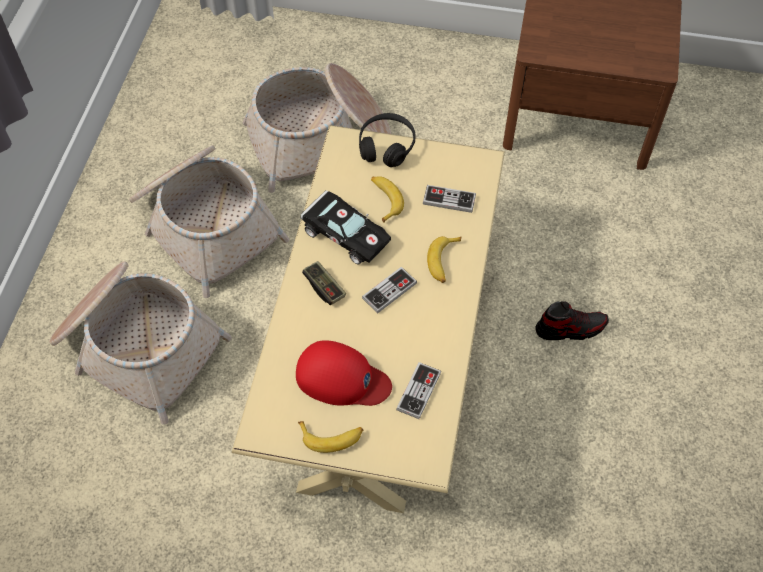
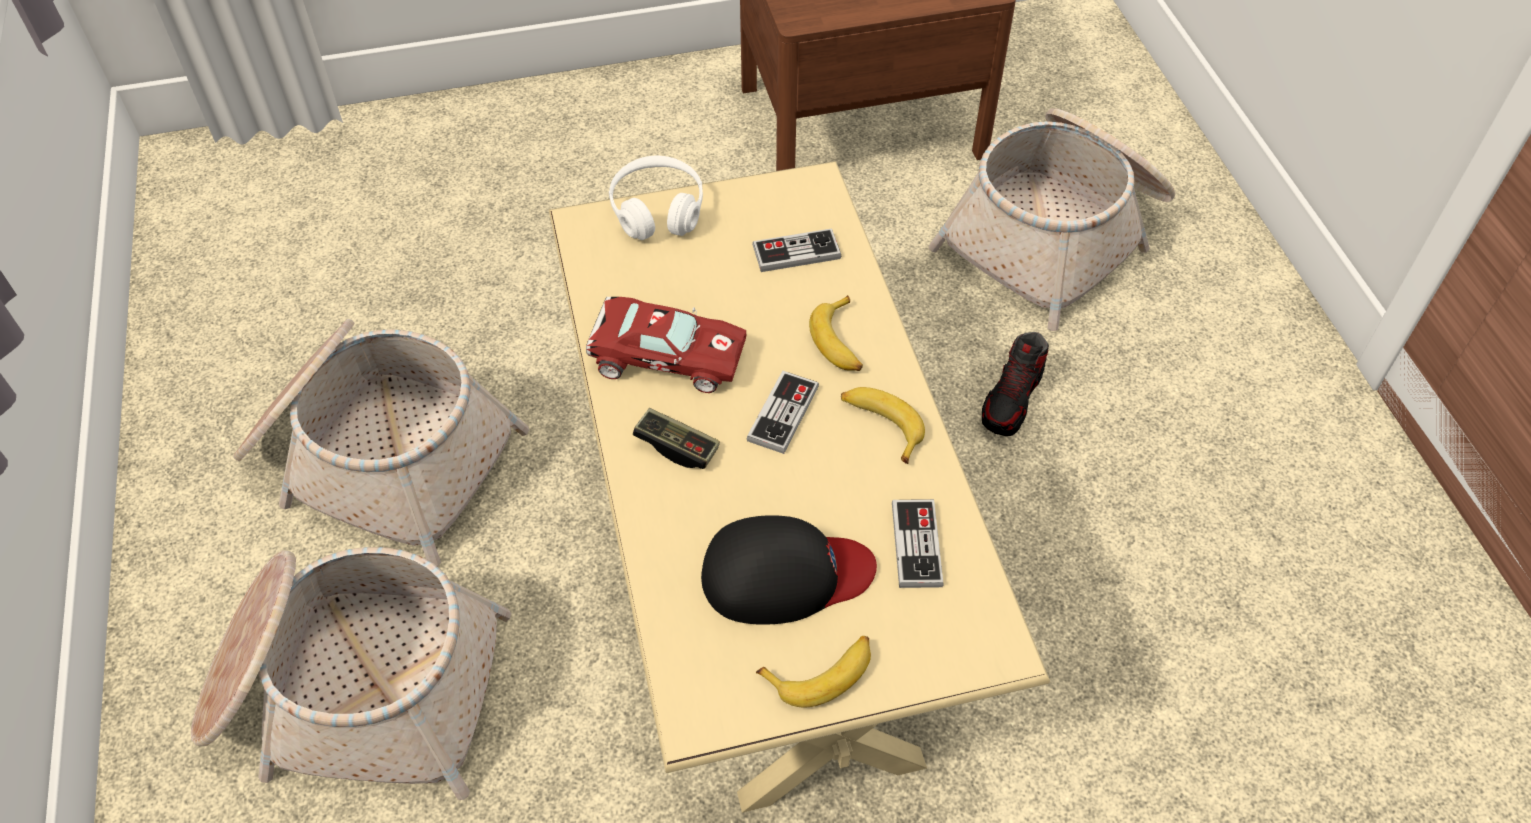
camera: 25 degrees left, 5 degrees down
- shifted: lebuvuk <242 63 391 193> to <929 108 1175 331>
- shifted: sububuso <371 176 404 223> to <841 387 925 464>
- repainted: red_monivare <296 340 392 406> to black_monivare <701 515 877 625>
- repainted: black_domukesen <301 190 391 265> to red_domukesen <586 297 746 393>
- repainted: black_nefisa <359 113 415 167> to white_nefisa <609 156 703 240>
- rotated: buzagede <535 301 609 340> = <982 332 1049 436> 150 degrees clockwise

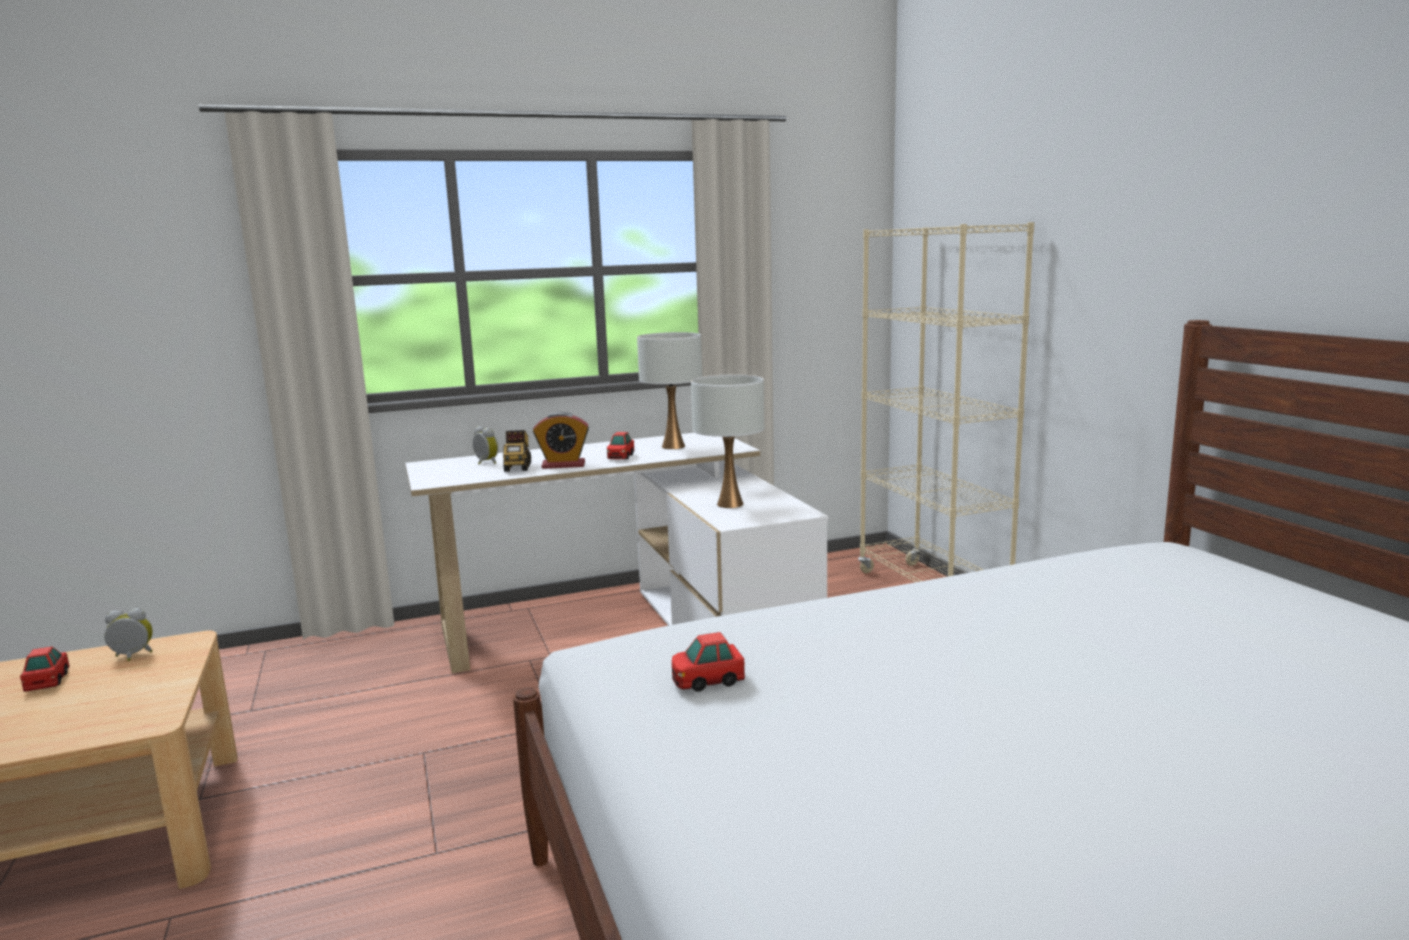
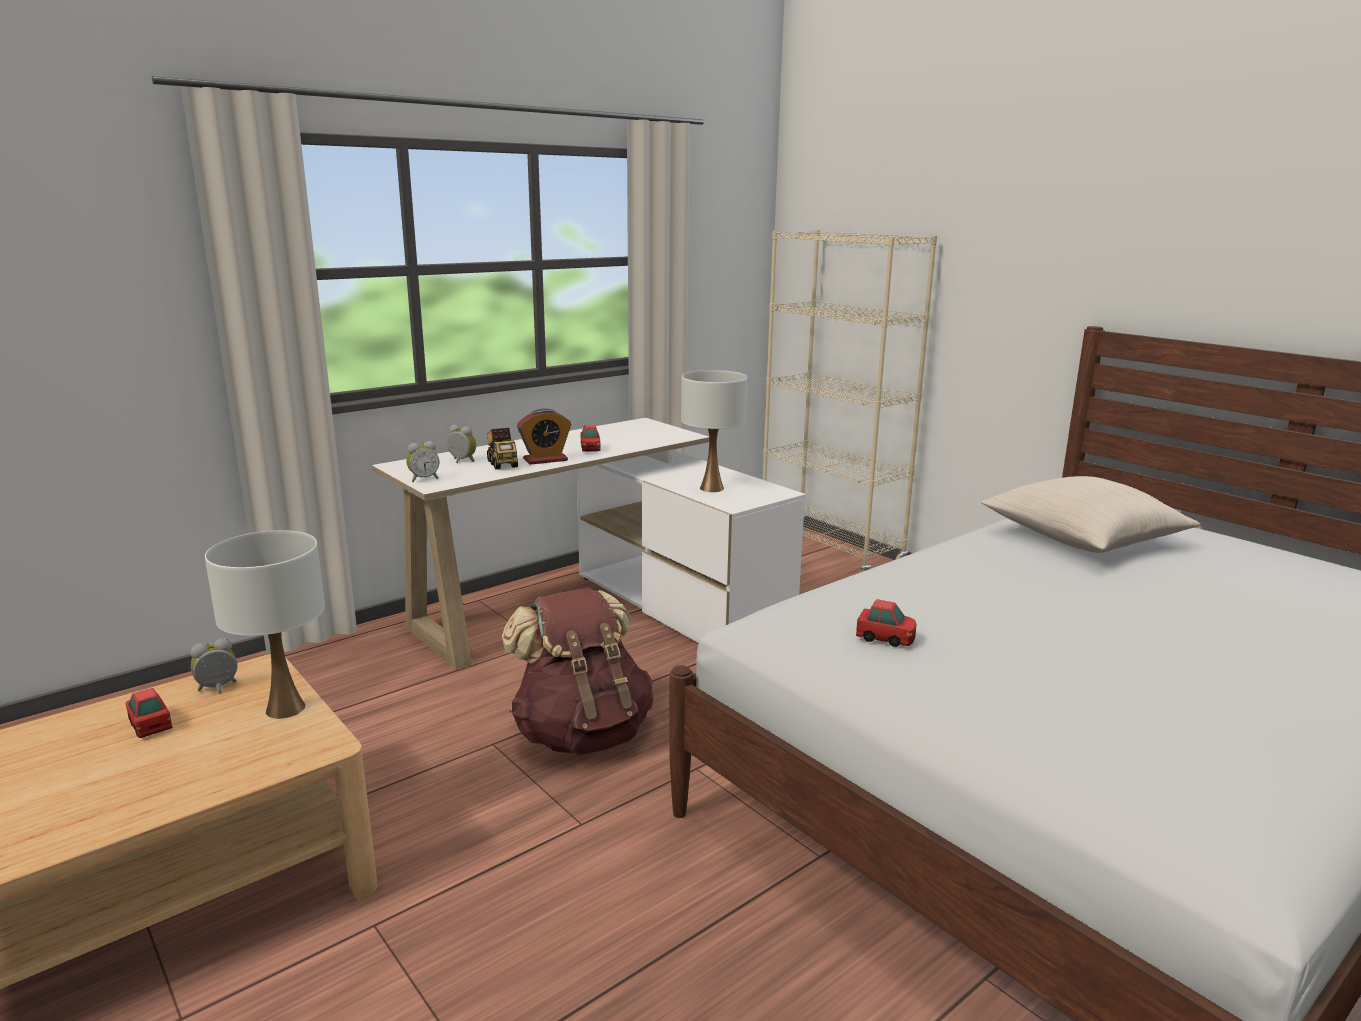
camera: 20 degrees left, 5 degrees up
- new: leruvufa <406 441 439 482>
- new: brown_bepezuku <501 587 654 755>
- new: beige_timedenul <981 476 1200 553>
- shifted: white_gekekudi <637 332 702 449> to <205 530 325 719>
- rotated: domukesen <672 632 745 692> = <856 599 917 647> 120 degrees counterclockwise

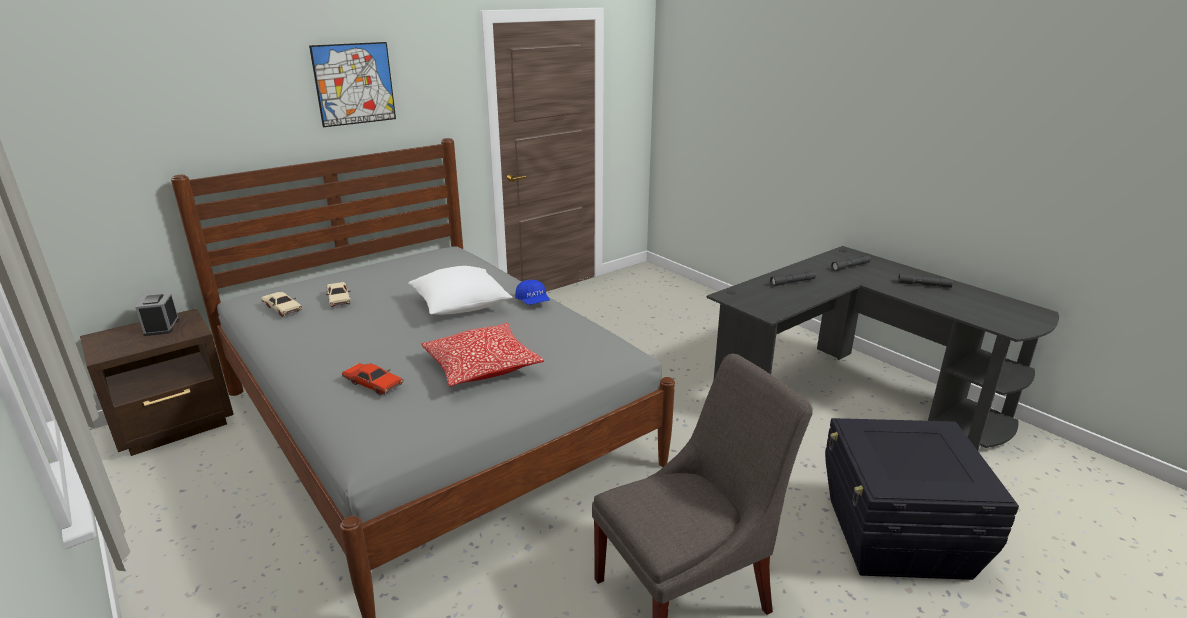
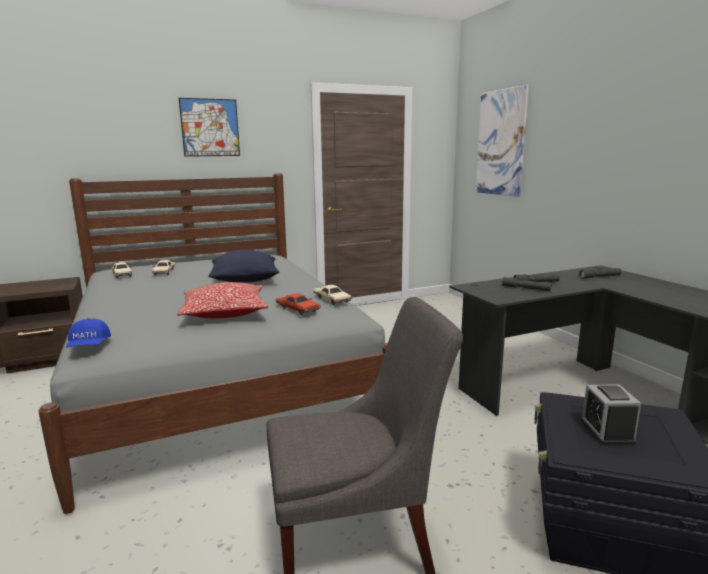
camera: 15 degrees right, 10 degrees down
- new: beige_domukesen <313 285 352 305>
- new: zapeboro <476 85 529 197>
- shifted: leruvufa <135 293 179 336> to <581 384 641 446>
- shifted: red_domukesen <342 363 404 395> to <276 293 321 315>
- shifted: blue_monivare <515 280 550 305> to <66 318 111 348>
- shifted: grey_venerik <898 273 953 288> to <502 277 552 291>
- repainted: white_timedenul <408 266 512 315> to blue_timedenul <208 250 280 283>

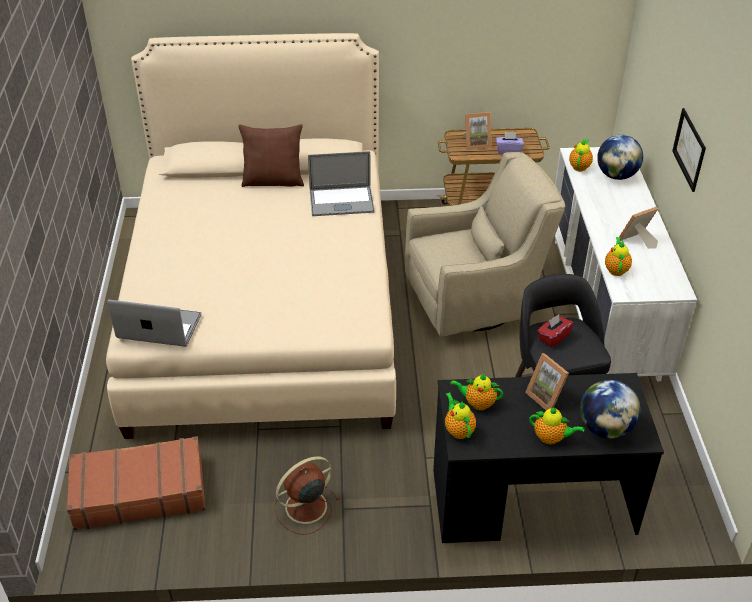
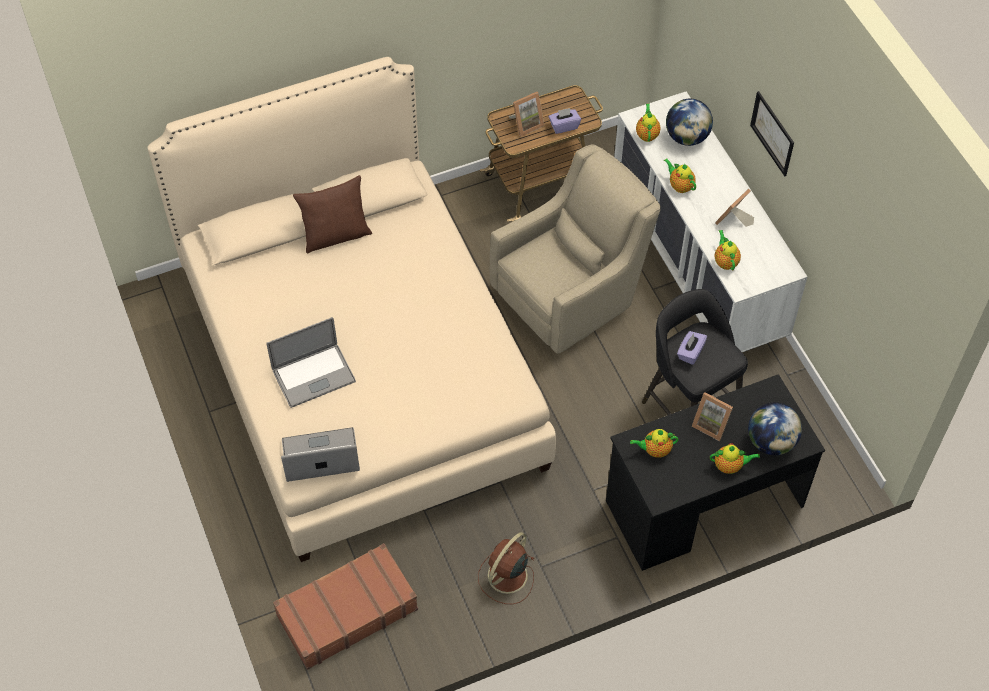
camera: 20 degrees left, 15 degrees up
- shifted: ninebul <308 151 374 216> to <266 317 356 408>
- shifted: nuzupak <445 392 476 439> to <664 158 696 193>
- repainted: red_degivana <537 314 574 347> to purple_degivana <677 331 707 365>

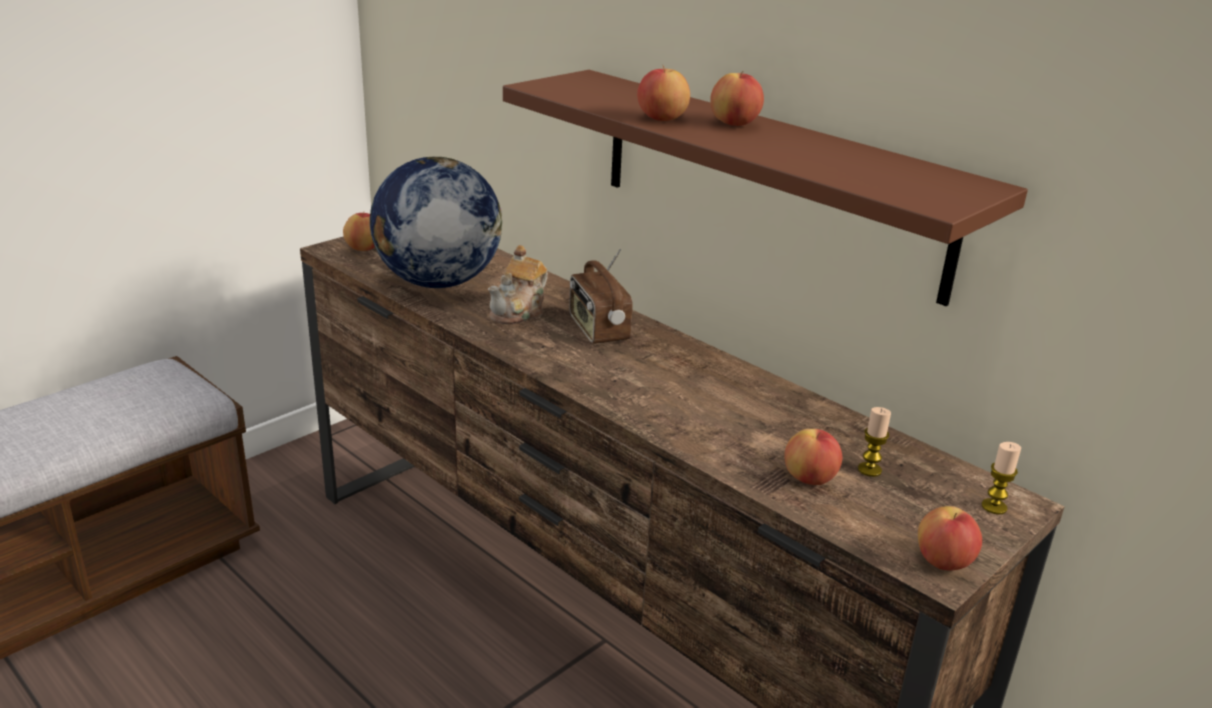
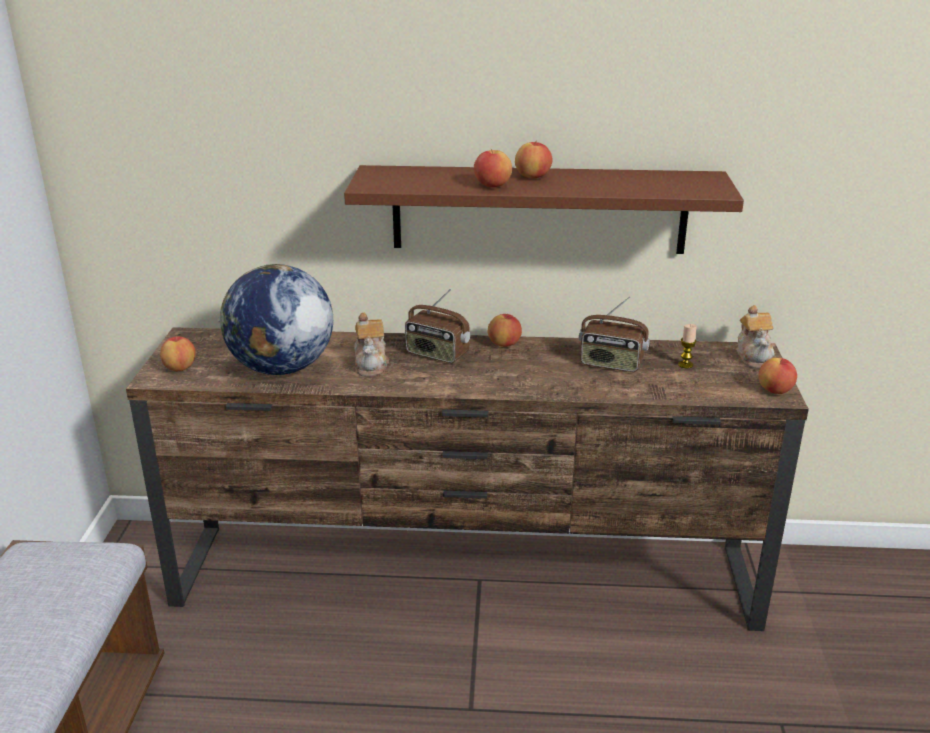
camera: 40 degrees left, 0 degrees up
- new: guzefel <579 296 650 372>
- shifted: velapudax <784 429 842 485> to <488 314 522 347>
- swapped: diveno <982 442 1021 514> to nuzupak <736 305 775 368>

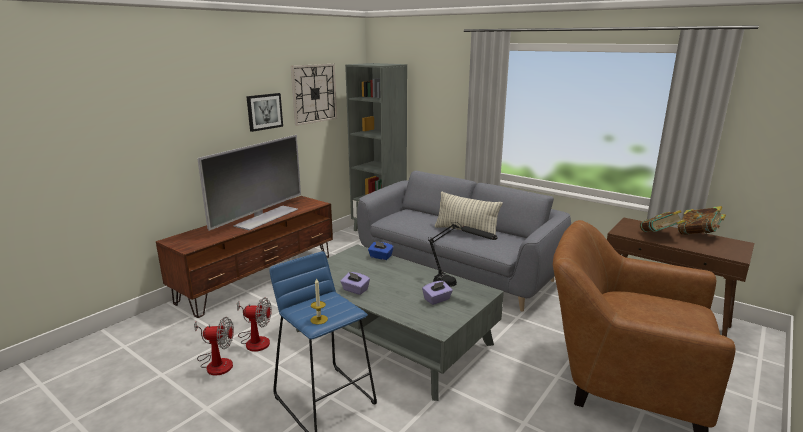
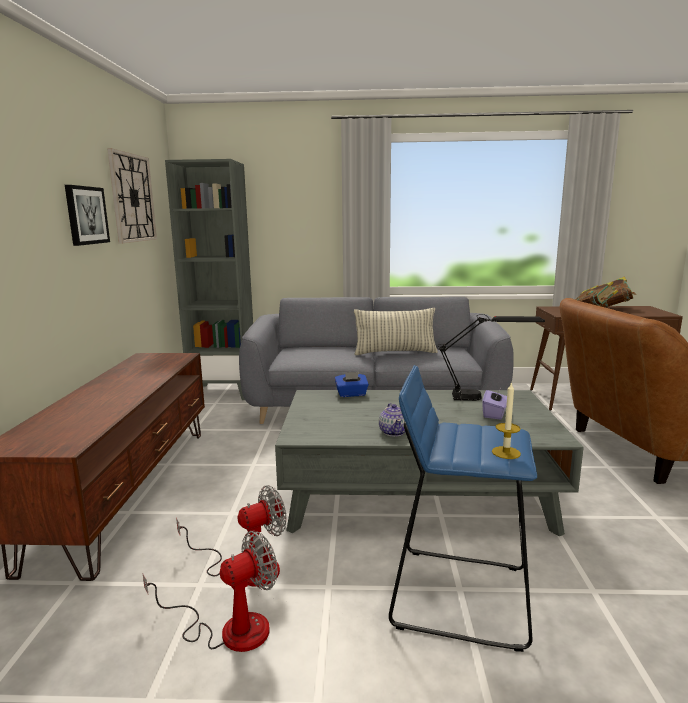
camera: 35 degrees left, 5 degrees down
- gone: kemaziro <198 135 301 231>
- swapped: purple_degivana <340 272 370 295> to nuzupak <379 403 405 437>

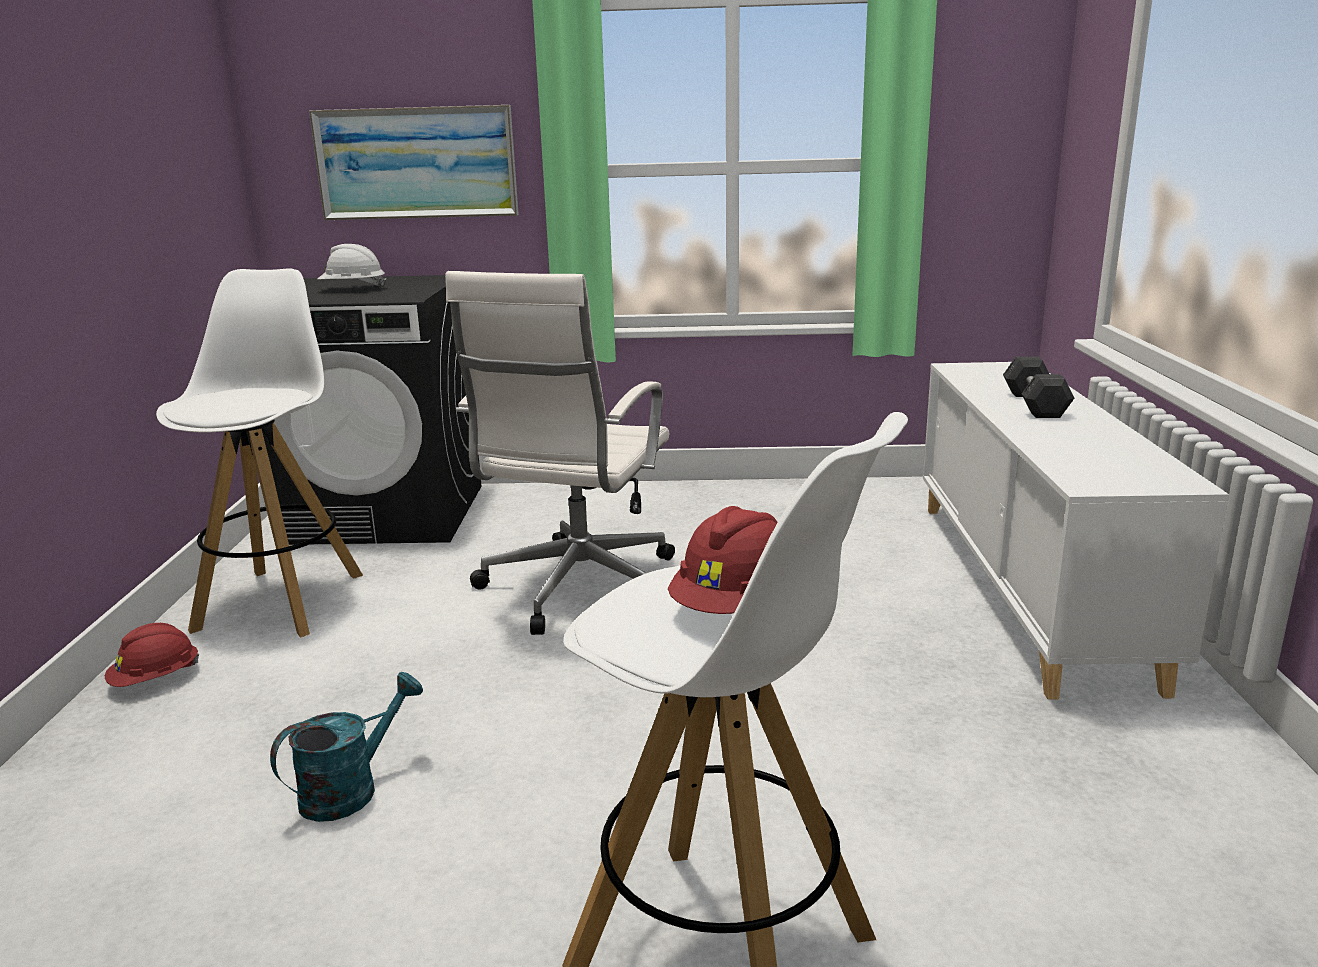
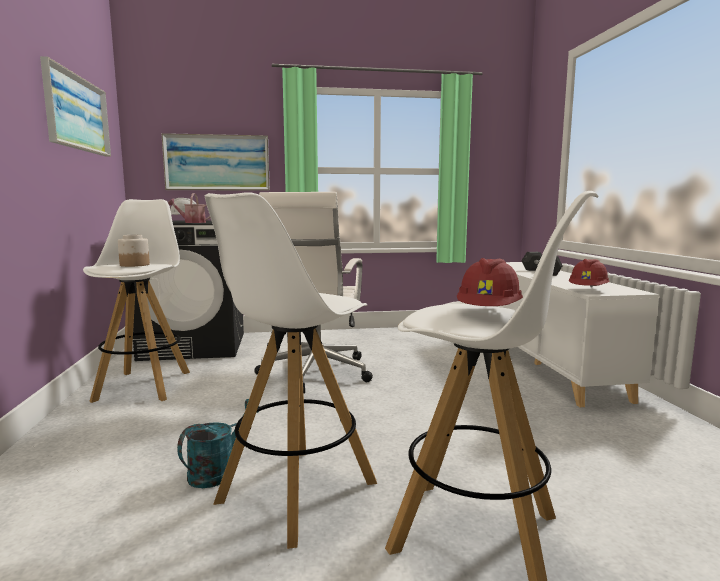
camera: 10 degrees left, 10 degrees down
- new: zapeboro <40 56 111 157>
- new: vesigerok <118 235 150 267>
- new: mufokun <168 193 210 223>
- new: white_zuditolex <205 192 377 549>
- shifted: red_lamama <105 623 199 687> to <569 259 610 288>

